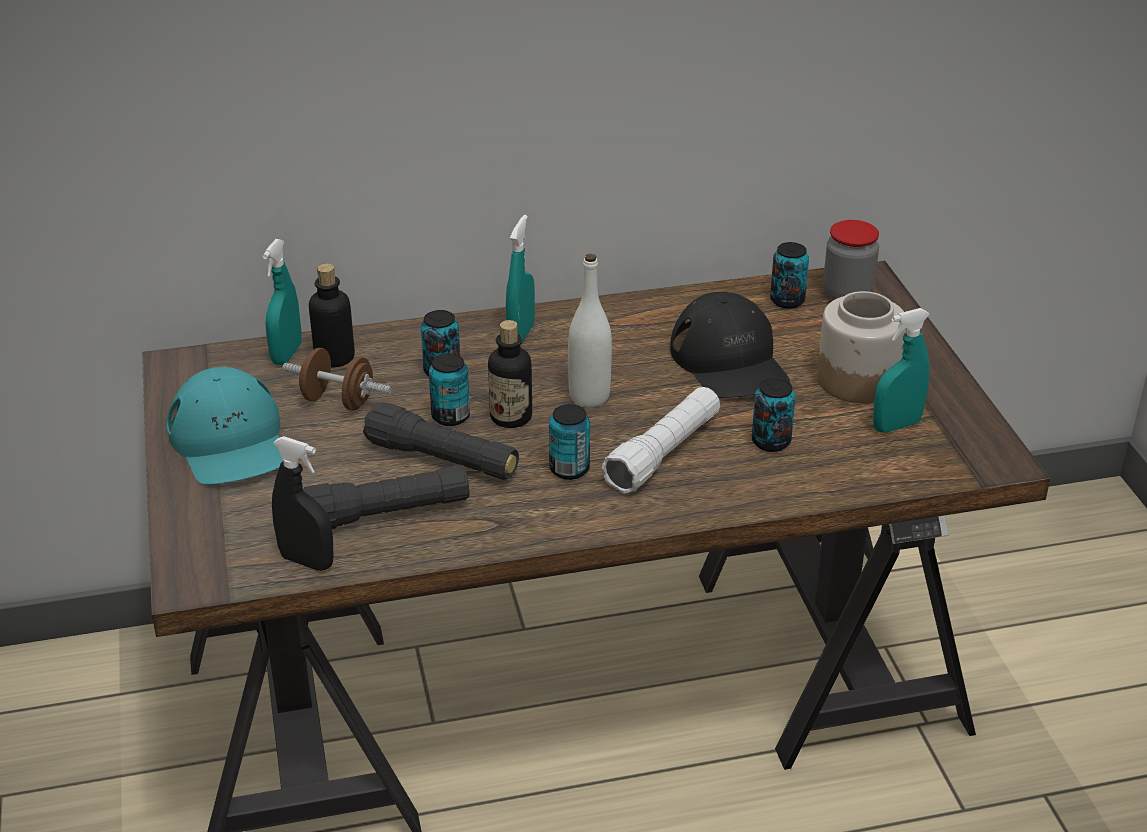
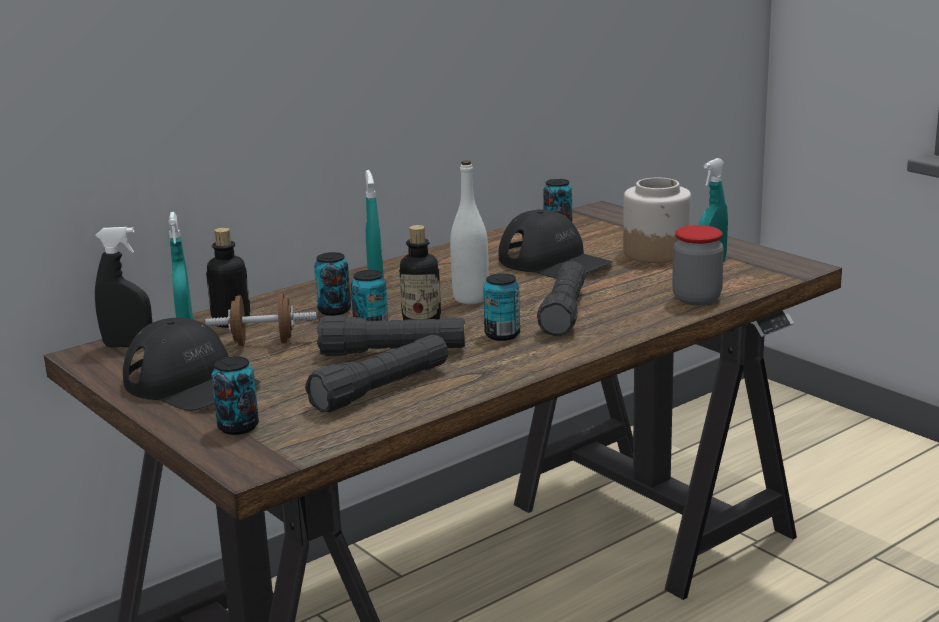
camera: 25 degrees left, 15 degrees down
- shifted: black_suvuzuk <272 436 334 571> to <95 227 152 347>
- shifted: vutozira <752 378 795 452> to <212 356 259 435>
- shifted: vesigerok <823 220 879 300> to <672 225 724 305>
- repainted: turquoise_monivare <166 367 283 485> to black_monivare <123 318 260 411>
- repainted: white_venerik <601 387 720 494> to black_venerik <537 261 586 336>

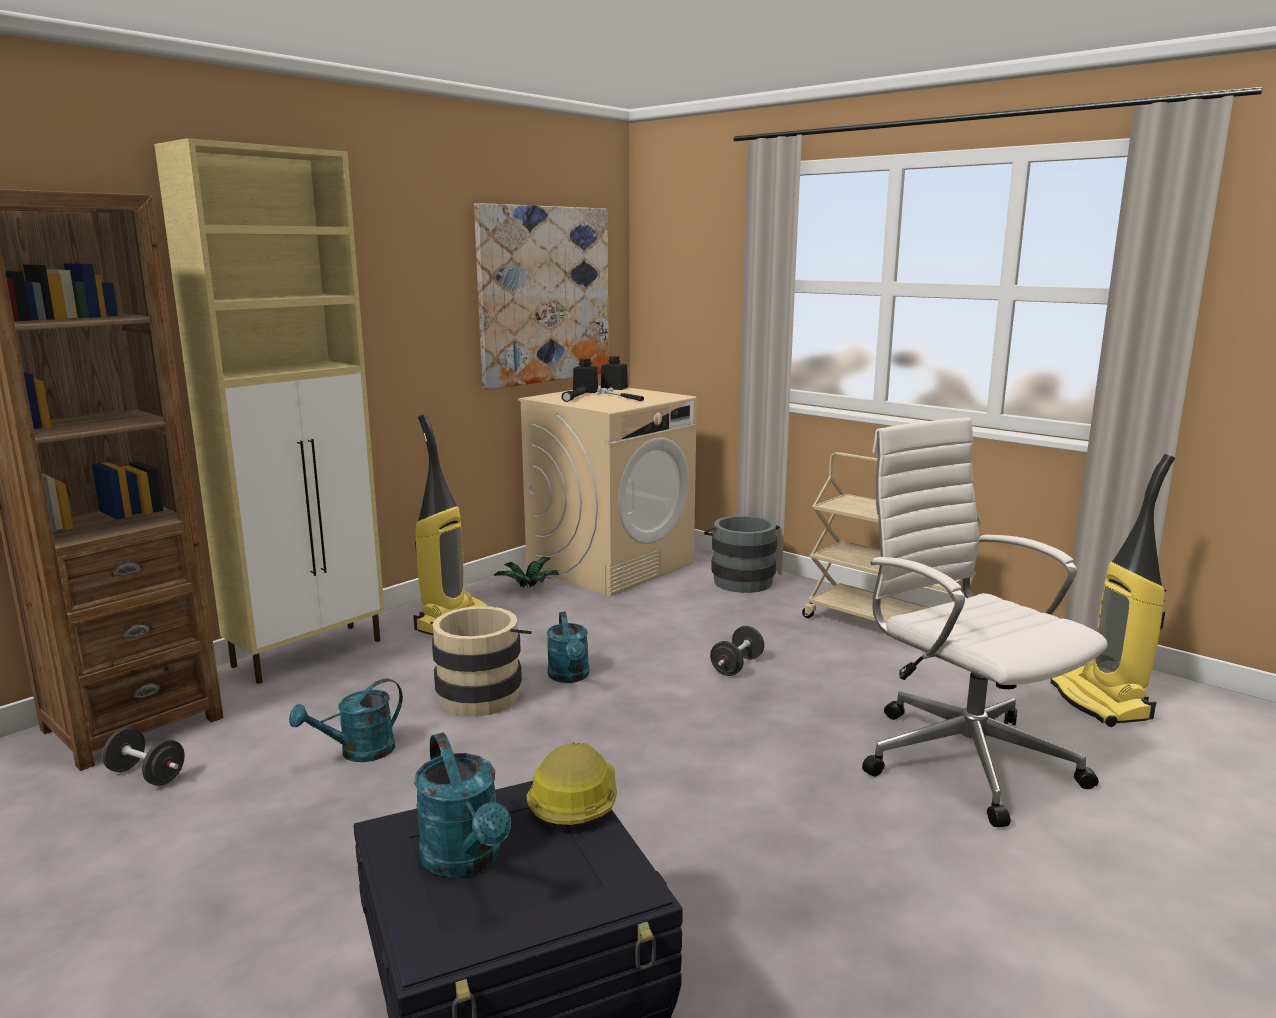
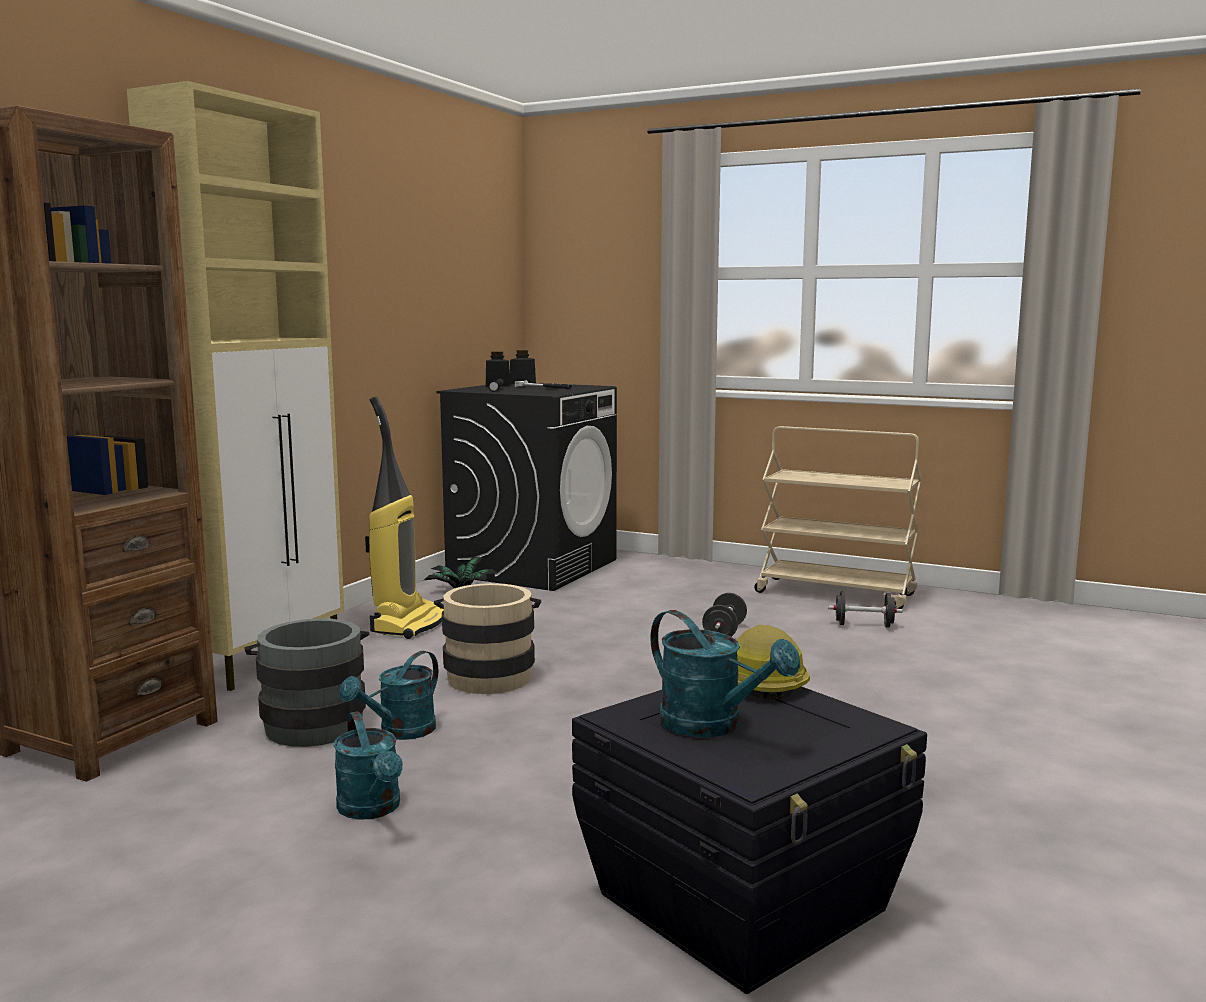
camera: 15 degrees left, 5 degrees down
- gone: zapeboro <474 203 609 390>
- gone: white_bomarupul <862 417 1108 827>
- gone: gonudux <1051 454 1175 727>
- shifted: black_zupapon <102 727 185 786> to <828 591 902 628>
- shifted: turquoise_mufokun <547 611 589 683> to <333 711 403 820>
- shifted: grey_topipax <704 516 780 593> to <244 619 369 747>
- repainted: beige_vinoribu <518 386 697 596> to black_vinoribu <436 383 617 591>

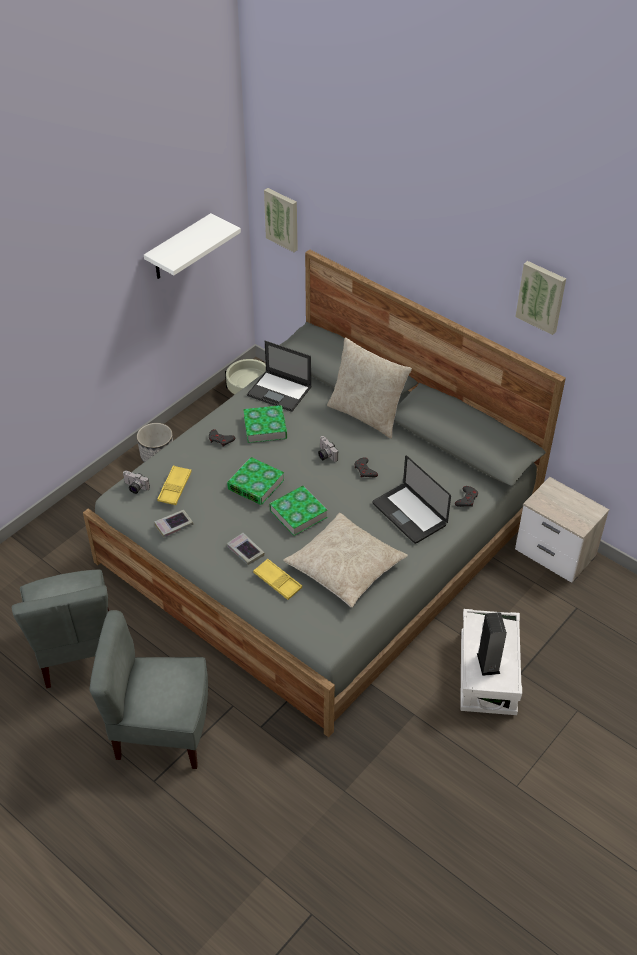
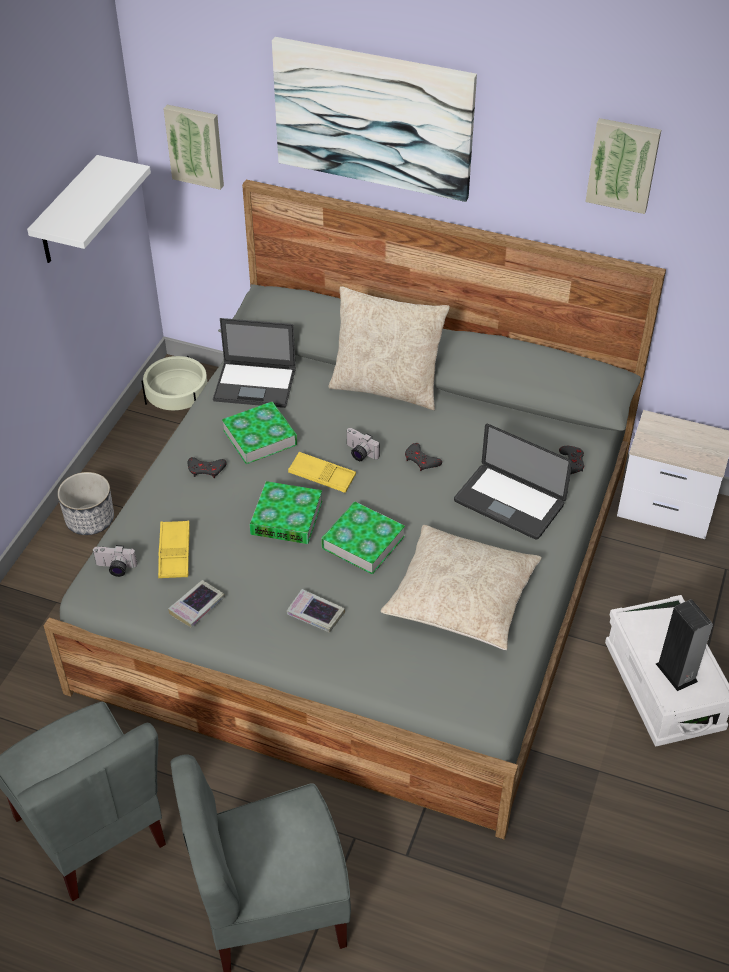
camera: 20 degrees left, 0 degrees up
- new: zapeboro <272 37 477 202>
- shifted: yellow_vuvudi <253 559 302 600> to <288 452 356 493>

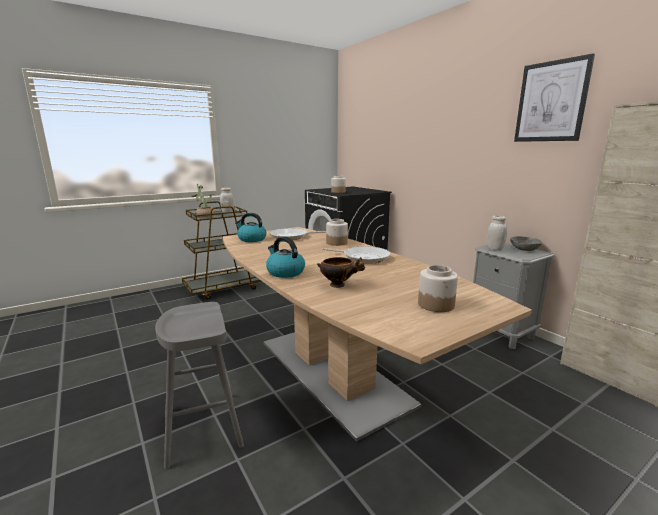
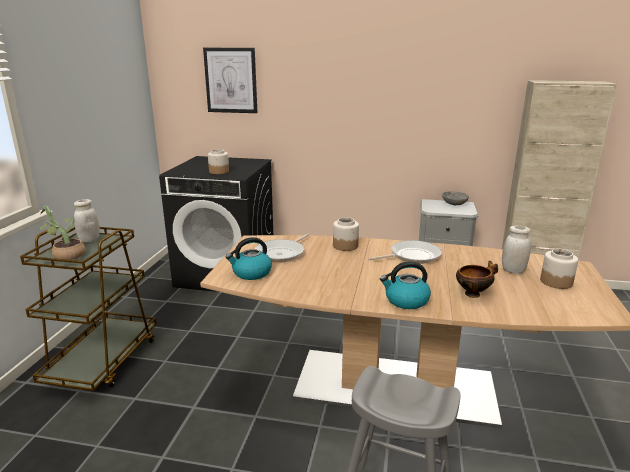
camera: 45 degrees left, 5 degrees up
- shifted: white_vesigerok <486 215 507 251> to <502 225 531 274>
- shifted: zapeboro <514 53 595 142> to <203 48 257 113>

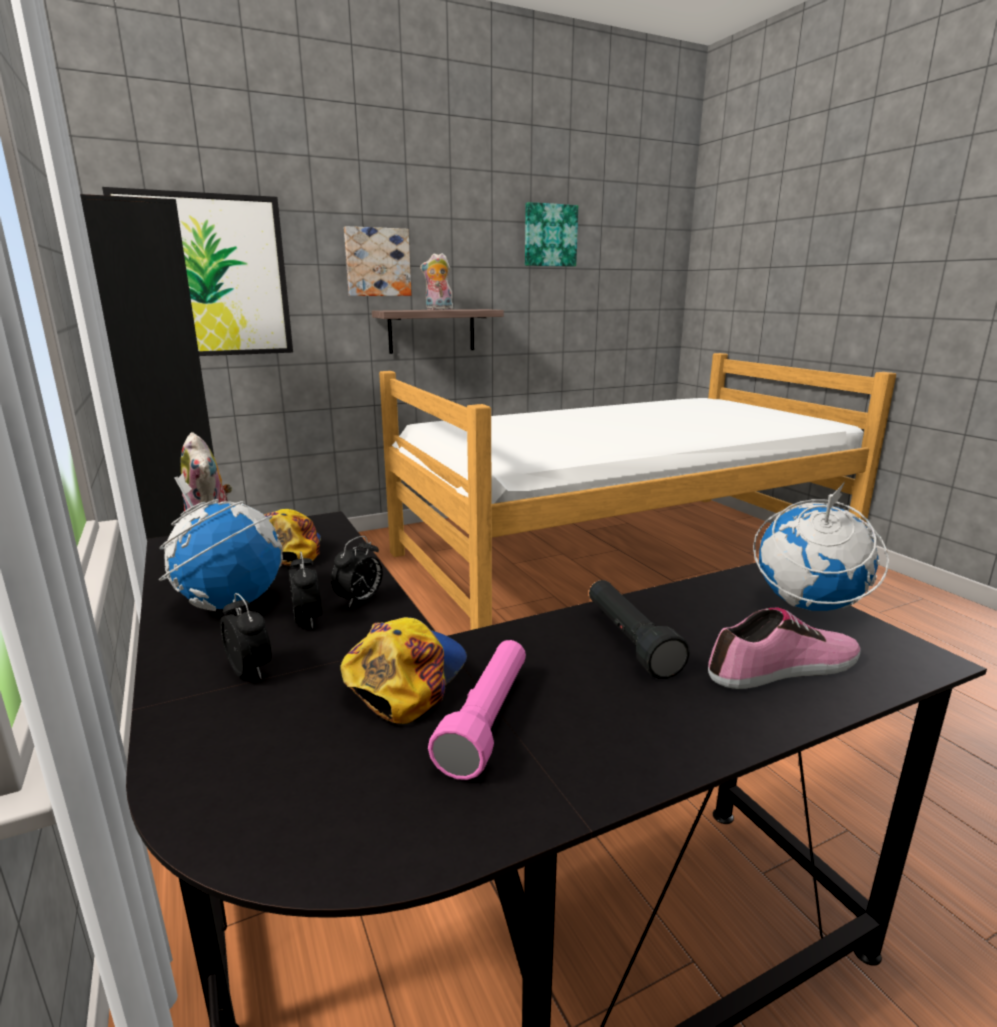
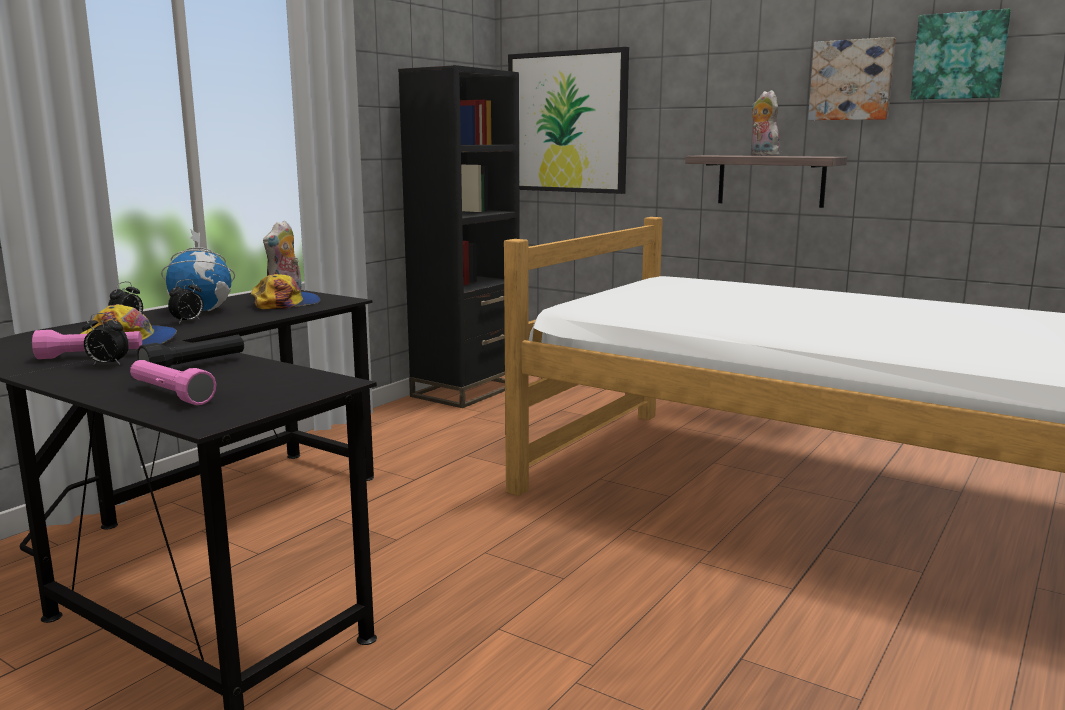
camera: 60 degrees right, 5 degrees down
- gone: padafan <753 482 889 611>
- shifted: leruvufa <331 536 383 608> to <82 313 129 365>
- shifted: zapeboro <344 226 411 296> to <808 37 896 120>
- swapped: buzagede <708 607 861 689> to pink_venerik <130 360 216 405>

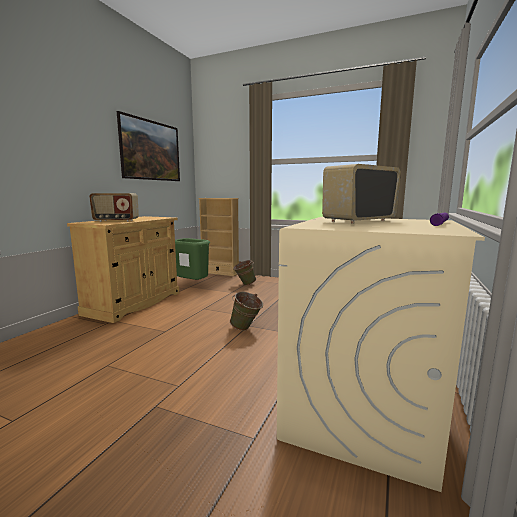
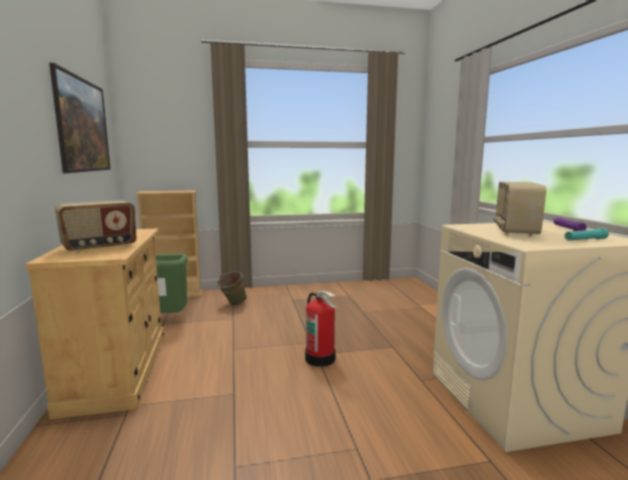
camera: 35 degrees left, 0 degrees up
- new: turquoise_venerik <565 228 609 240>
- swapped: green_topipax <230 292 263 331> to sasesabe <305 291 336 367>

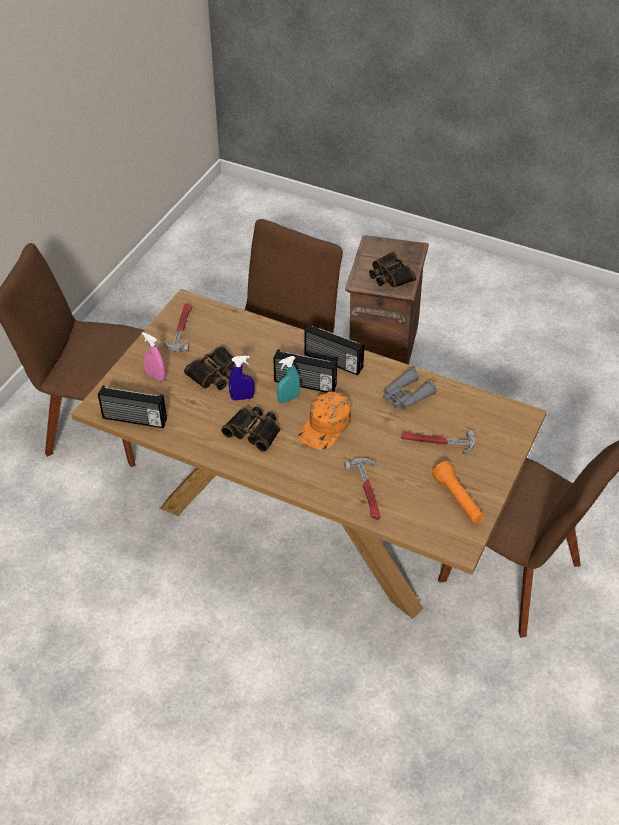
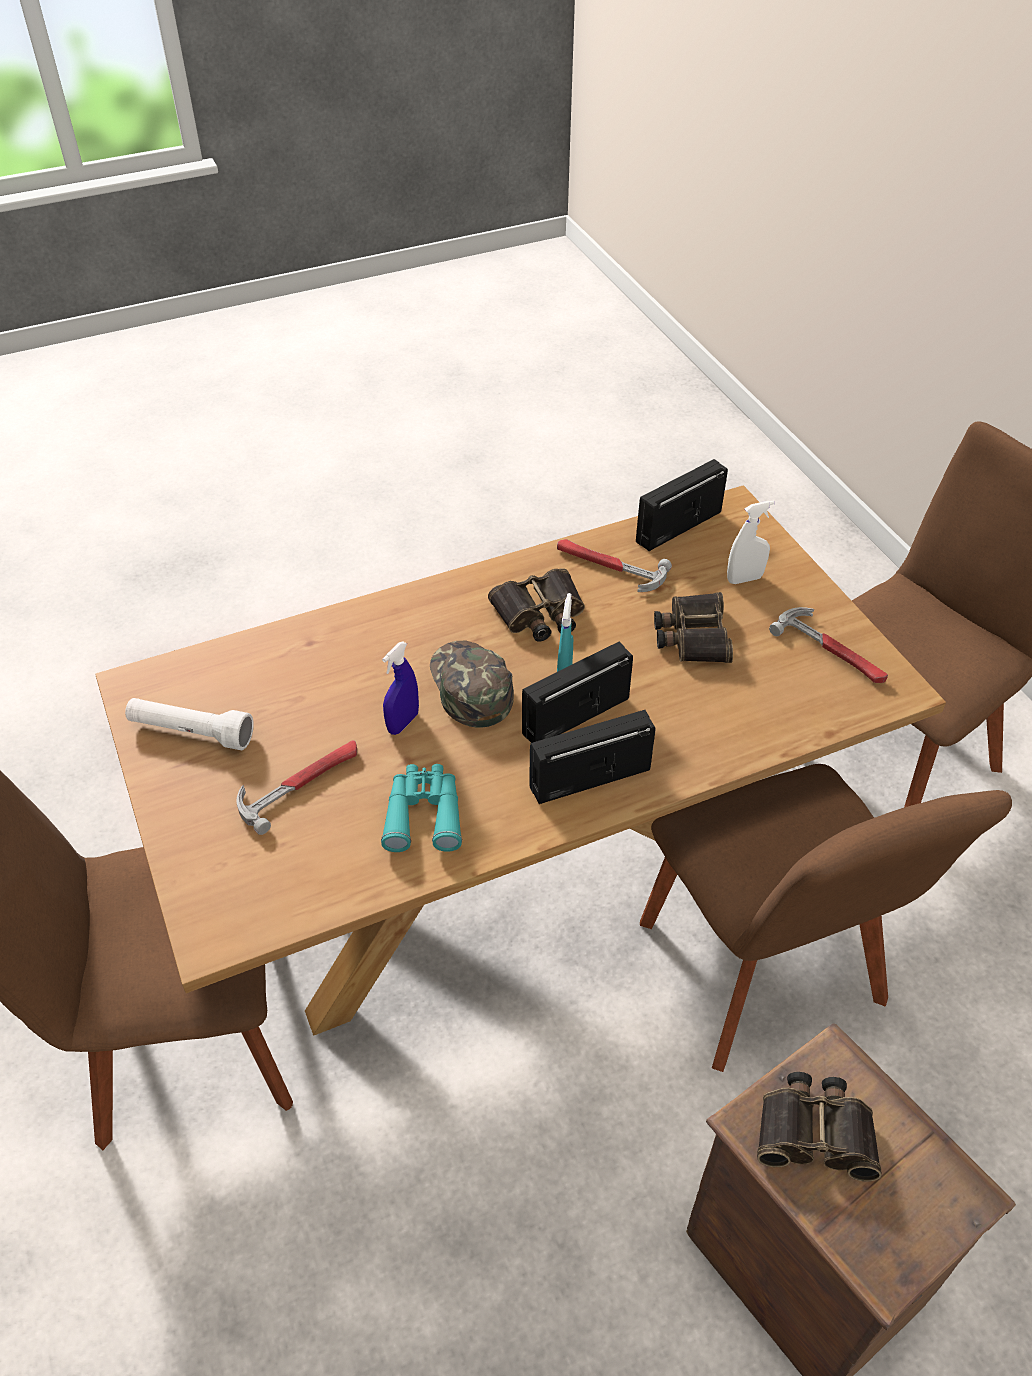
camera: 130 degrees right, 0 degrees up
- shifted: blue_suvuzuk <229 356 255 400> to <382 641 419 735>
- shifted: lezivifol <344 458 380 520> to <557 539 672 592>
- repainted: pink_suvuzuk <142 332 165 381> to white_suvuzuk <727 500 775 584>
- repainted: orange_monivare <298 391 351 450> to green_monivare <430 641 514 728>
- repainted: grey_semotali <383 368 437 409> to turquoise_semotali <381 764 462 852>
- repainted: orange_venerik <432 461 484 524> to white_venerik <125 698 254 750>

